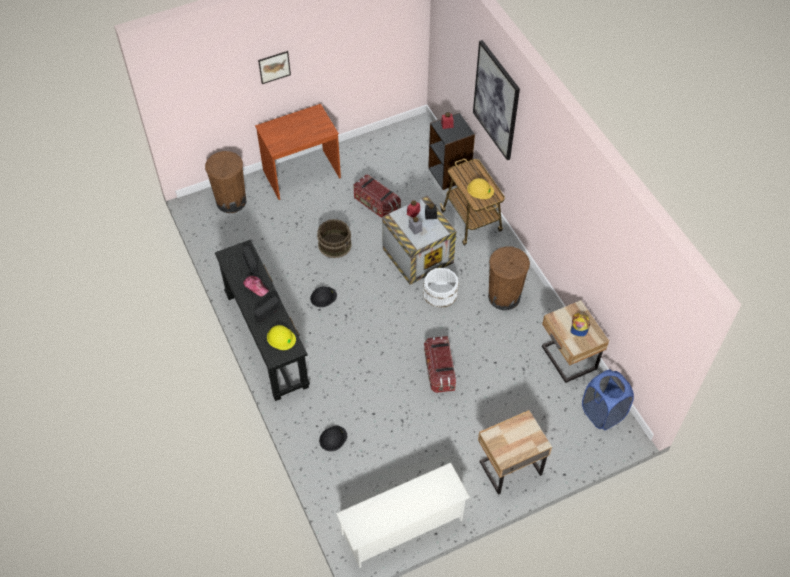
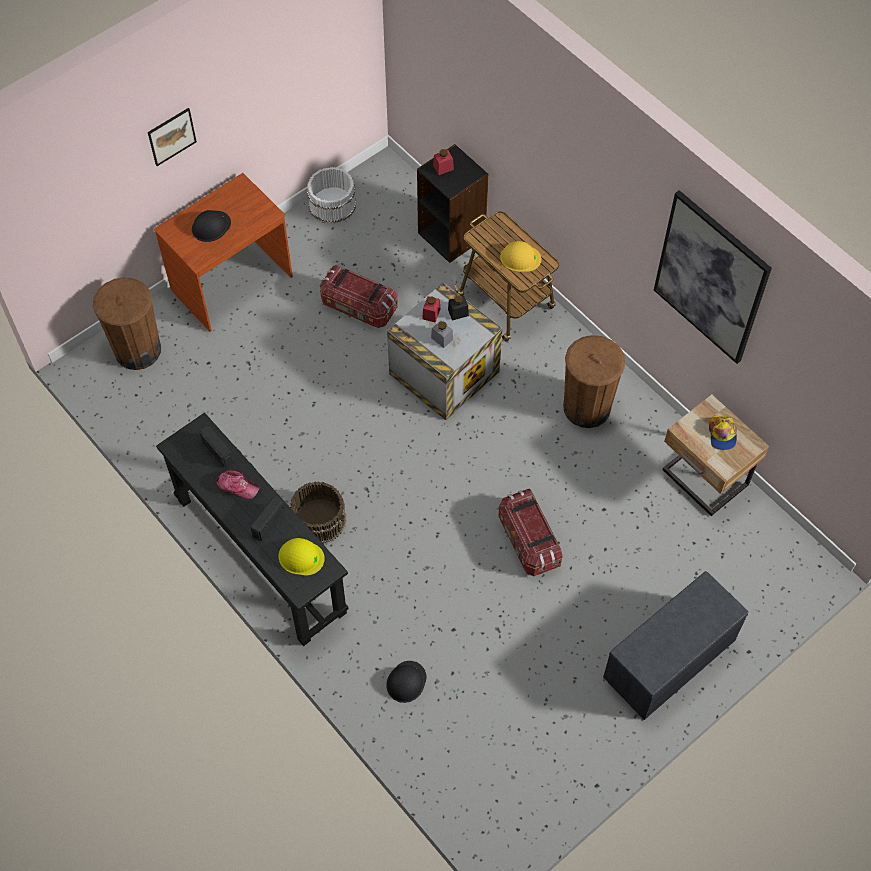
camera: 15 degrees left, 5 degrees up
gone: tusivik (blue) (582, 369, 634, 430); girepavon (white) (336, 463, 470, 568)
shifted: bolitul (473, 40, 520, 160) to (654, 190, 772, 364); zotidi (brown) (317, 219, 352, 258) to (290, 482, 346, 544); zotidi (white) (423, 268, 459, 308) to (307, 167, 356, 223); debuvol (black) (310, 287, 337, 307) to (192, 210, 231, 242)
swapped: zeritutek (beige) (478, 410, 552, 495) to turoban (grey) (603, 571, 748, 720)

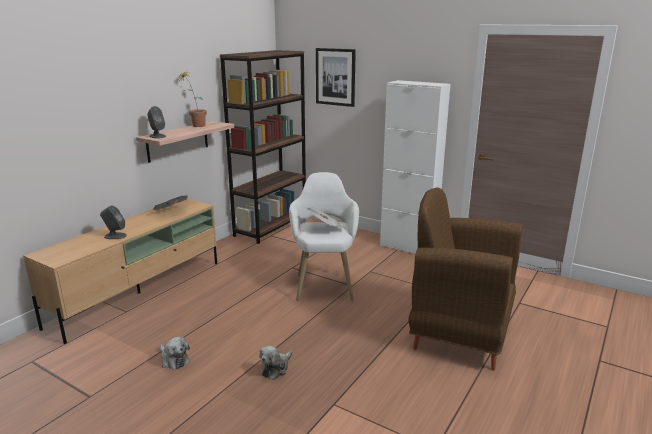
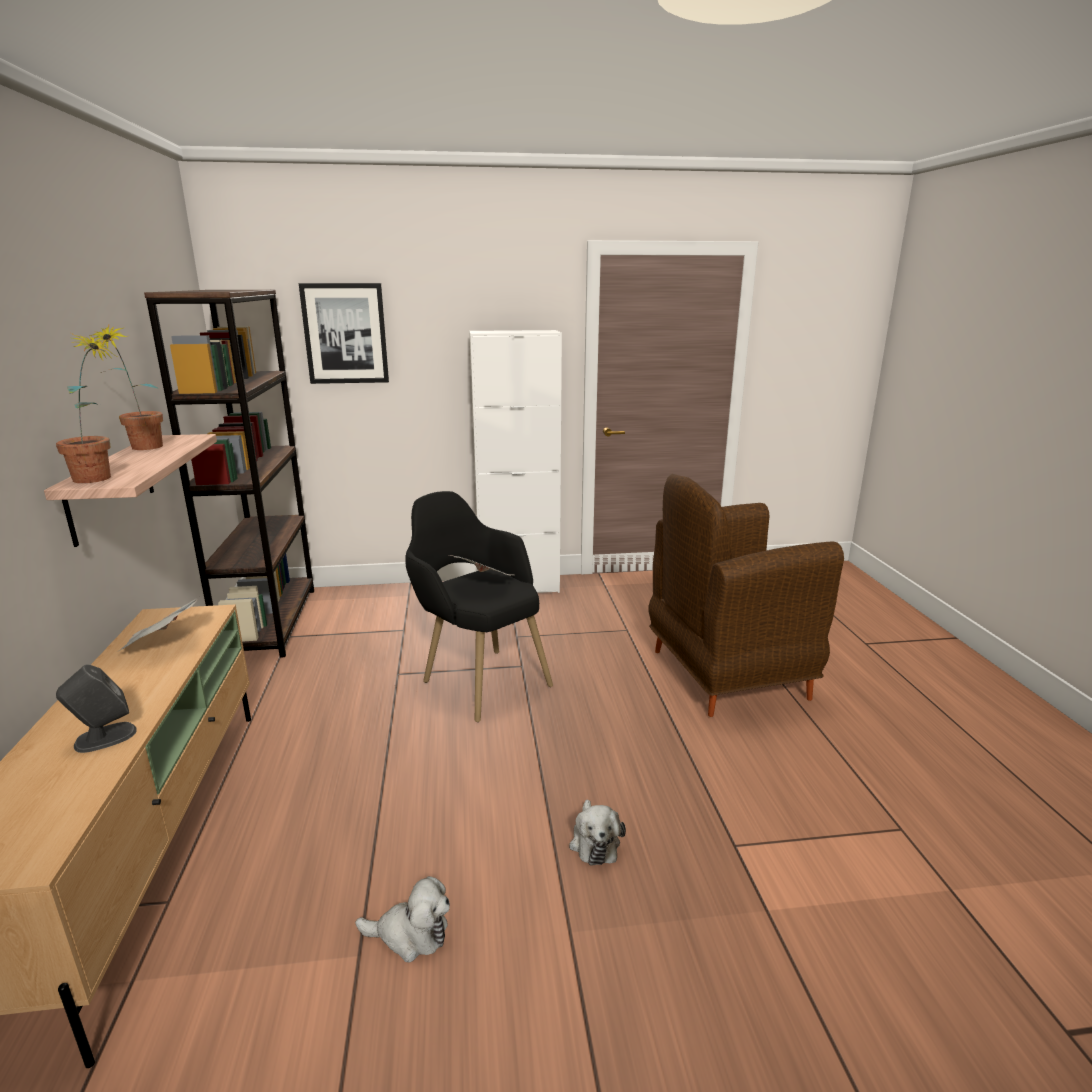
camera: 40 degrees left, 0 degrees up
swapped: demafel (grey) (147, 106, 166, 139) to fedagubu (56, 333, 117, 483)
repainted: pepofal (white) (289, 172, 359, 301) to pepofal (black) (405, 491, 553, 722)

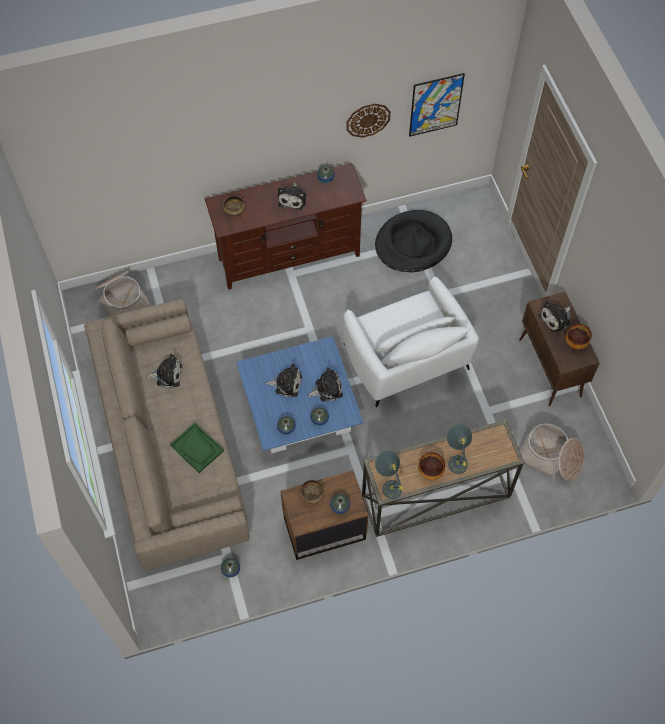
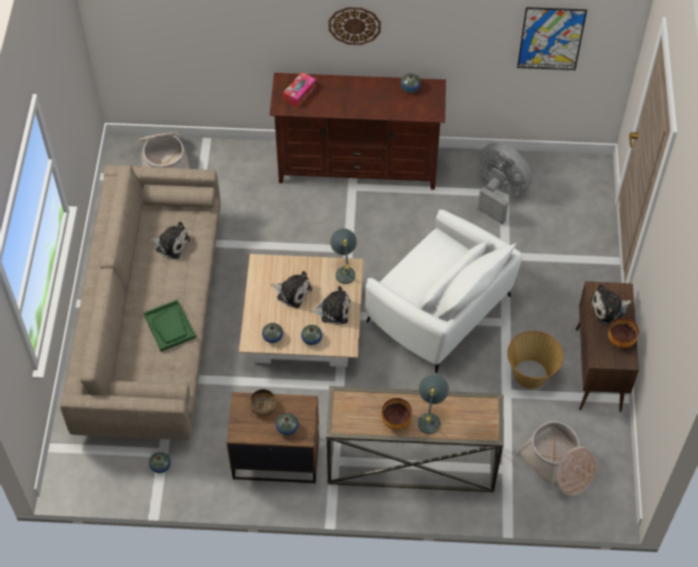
camera: 20 degrees right, 5 degrees down
gone: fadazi (278, 182, 306, 210)
new: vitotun (507, 331, 564, 389)
shifted: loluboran (346, 104, 391, 138) to (329, 7, 381, 45); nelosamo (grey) (375, 450, 403, 499) to (330, 228, 357, 284)
swapped: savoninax (223, 196, 245, 216) to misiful (283, 72, 316, 108); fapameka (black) (375, 210, 452, 272) to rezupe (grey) (478, 143, 532, 225)
repainted: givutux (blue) (237, 336, 364, 453) to givutux (beige) (239, 254, 363, 367)
rotated: pepofal (white) (343, 276, 479, 407) = (365, 209, 523, 373) 45 degrees counterclockwise

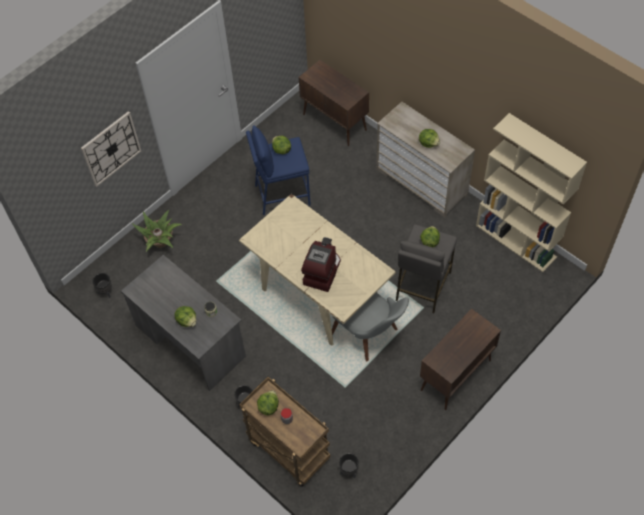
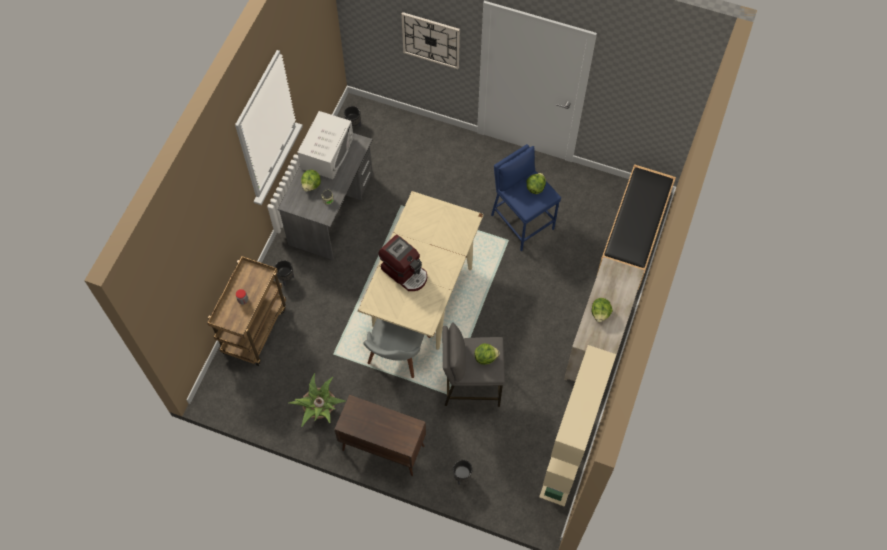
camera: 65 degrees right, 5 degrees up
gone: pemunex (257, 390, 279, 415)
new: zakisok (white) (297, 111, 354, 179)
shifted: fedagubu (132, 210, 182, 252) to (288, 373, 346, 427); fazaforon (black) (339, 453, 359, 478) to (453, 460, 473, 485)
swapped: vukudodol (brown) (298, 60, 369, 146) to turoban (black) (597, 164, 676, 290)
rotated: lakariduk (301, 237, 341, 292) = (378, 234, 427, 291) 45 degrees clockwise

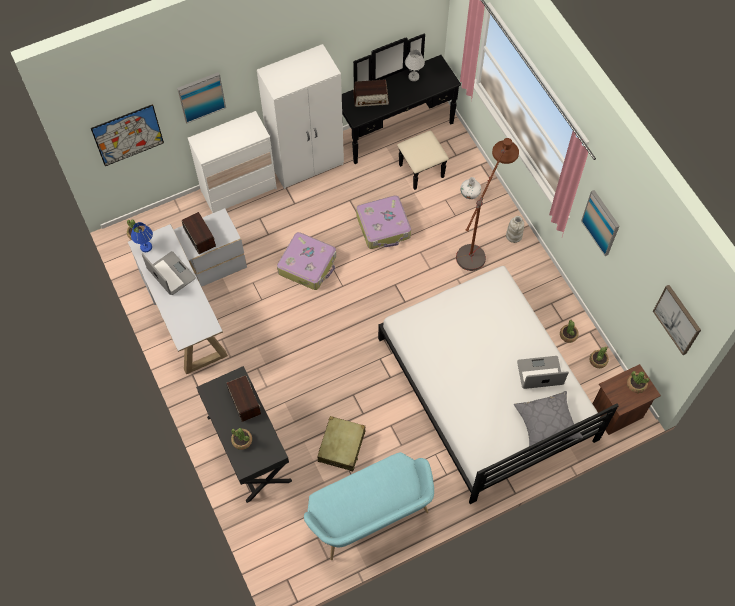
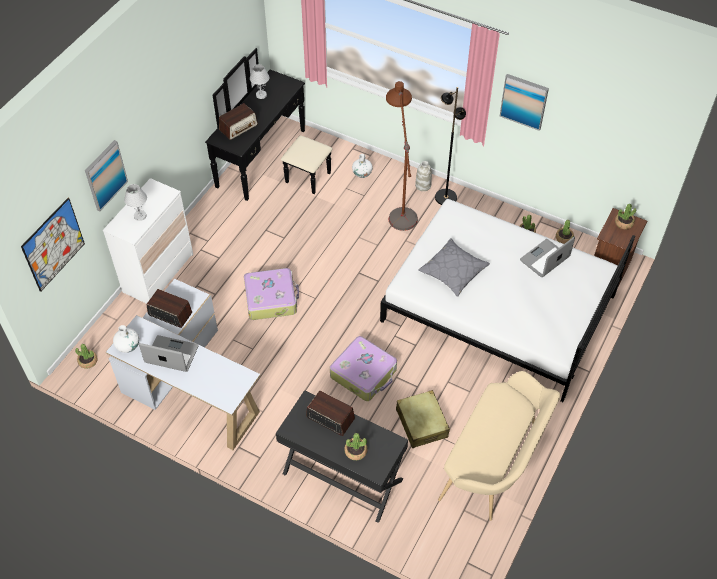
camera: 35 degrees left, 10 degrees down
gone: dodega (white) (257, 44, 344, 189); bolitul (653, 285, 701, 355)
new: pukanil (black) (435, 87, 466, 205); nelosamo (white) (124, 184, 147, 221)
shifted: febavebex (356, 195, 411, 249) to (330, 336, 397, 401); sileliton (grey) (514, 391, 583, 451) to (418, 238, 490, 297)
swapped: nelosamo (blue) (131, 222, 153, 252) to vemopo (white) (113, 325, 139, 353)
repainted: turoban (turquoise) (304, 452, 434, 560) to turoban (beige) (438, 371, 560, 521)

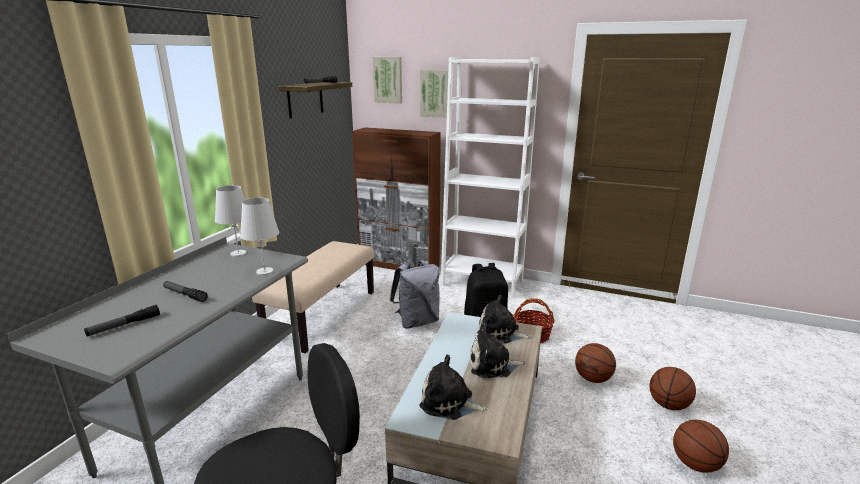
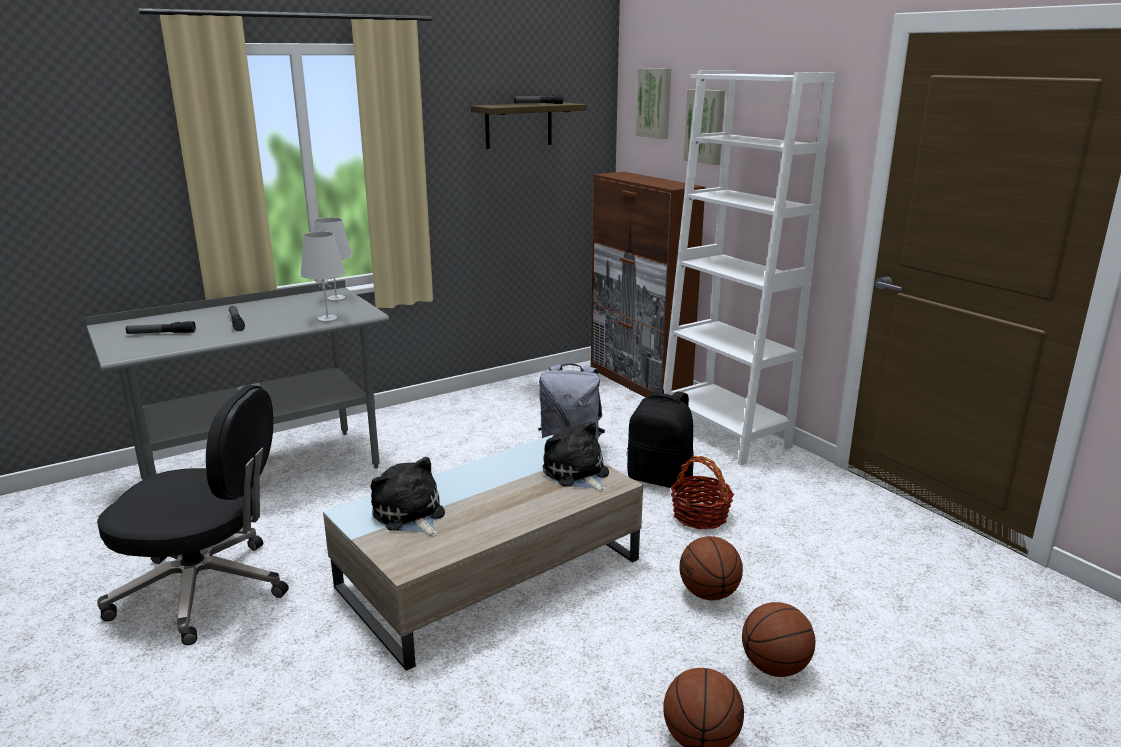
camera: 35 degrees right, 0 degrees up
gone: turoban (beige) (252, 241, 374, 353); fadazi (470, 324, 526, 378)

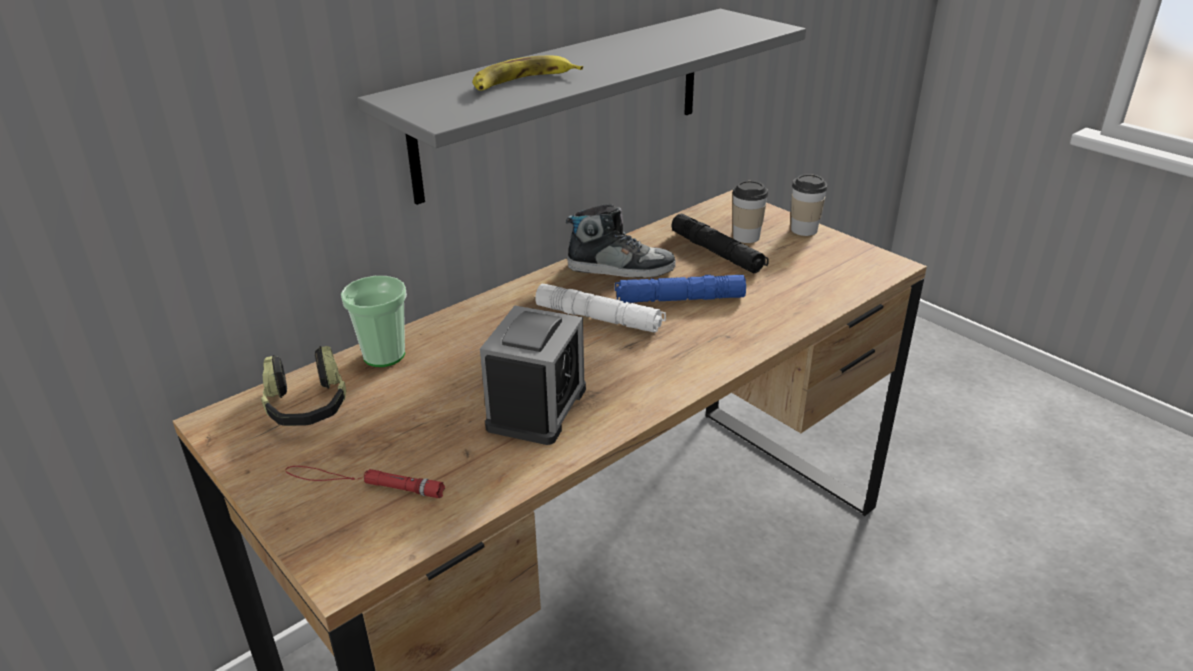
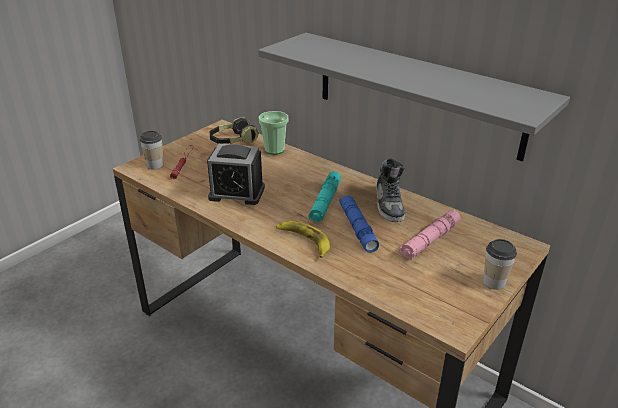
camera: 80 degrees right, 0 degrees up
shifted: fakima (472, 56, 583, 91) to (276, 221, 330, 258); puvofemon (733, 181, 768, 243) to (140, 131, 163, 169)
repainted: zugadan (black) (671, 213, 769, 274) to zugadan (pink) (399, 210, 460, 259); zugadan (white) (535, 284, 666, 333) to zugadan (turquoise) (309, 171, 341, 222)

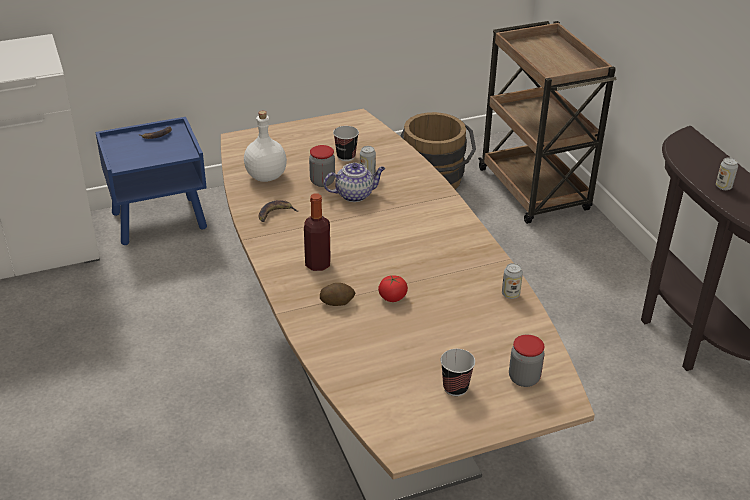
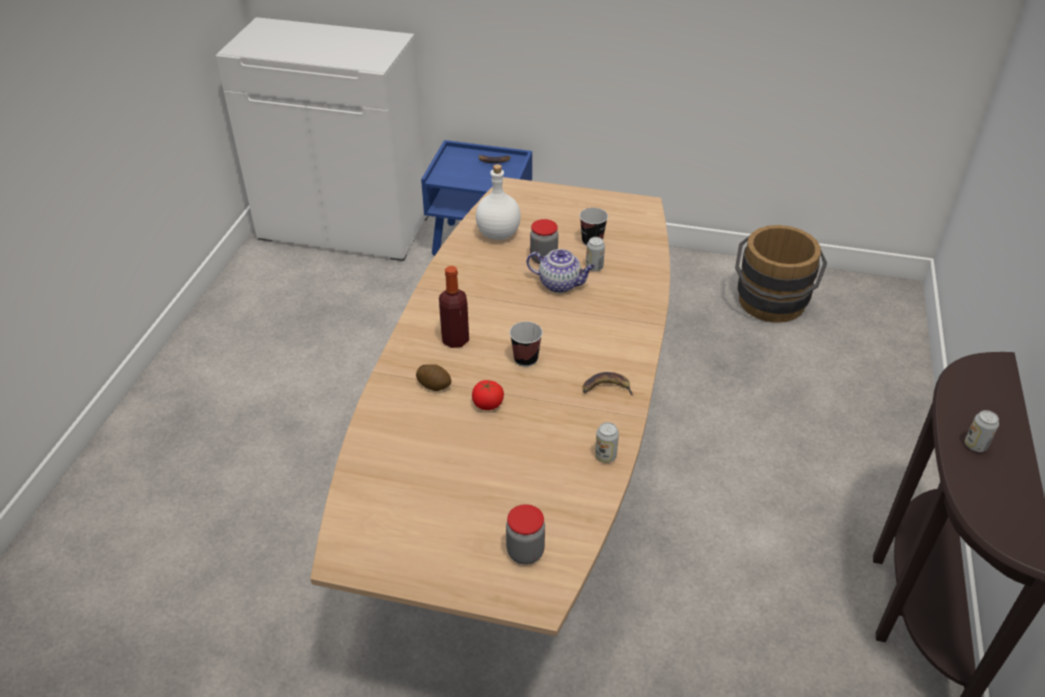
camera: 35 degrees right, 5 degrees up
gone: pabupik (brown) (478, 21, 616, 224)
shifted: fakima (259, 200, 297, 222) to (582, 372, 634, 396); puvofemon (441, 349, 475, 396) to (509, 321, 543, 367)

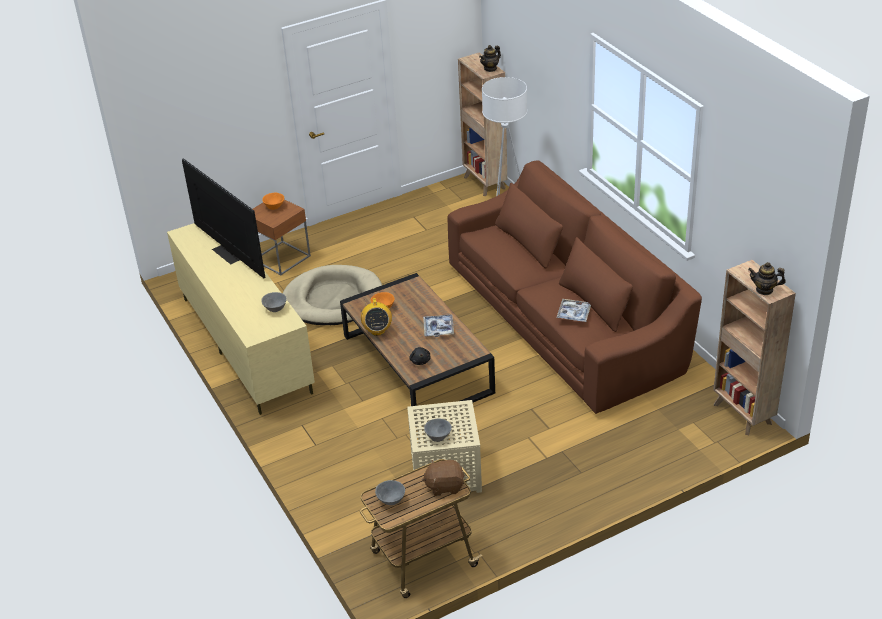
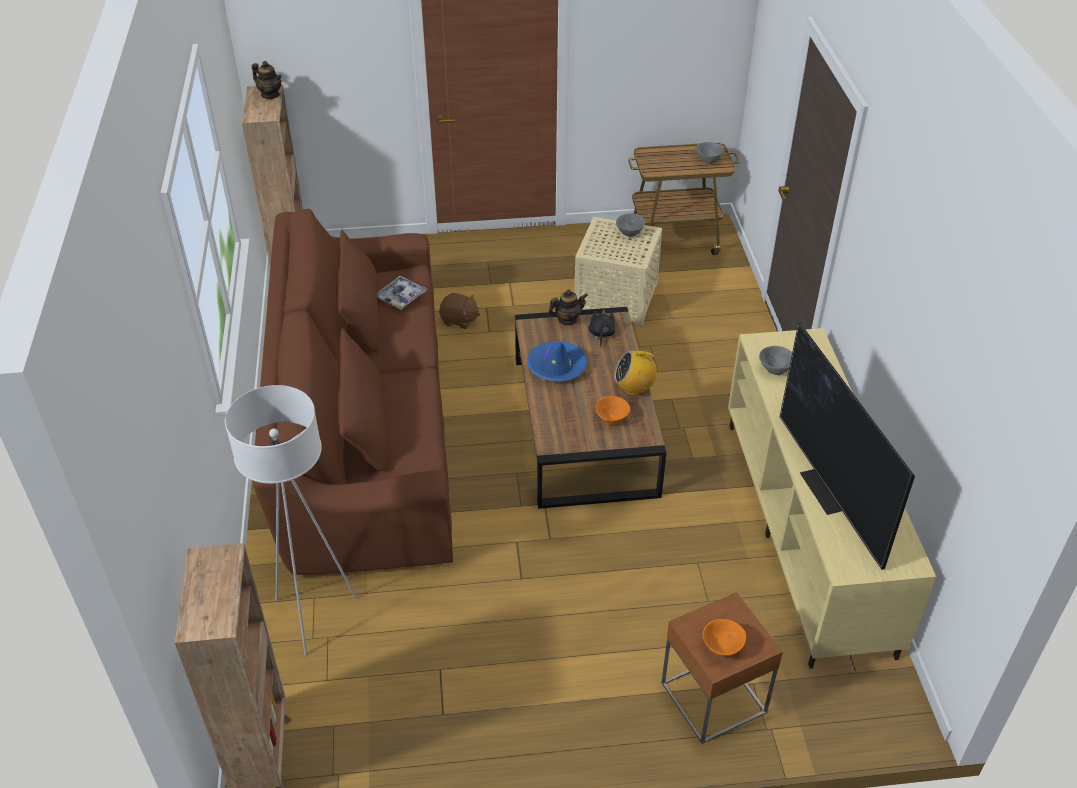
camera: 160 degrees left, 5 degrees up
gone: fapameka (beige) (283, 265, 382, 325)
shifted: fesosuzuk (479, 45, 501, 72) to (548, 289, 588, 325); fadazi (brown) (422, 459, 465, 496) to (439, 293, 480, 329)
swapped: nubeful (423, 314, 454, 337) to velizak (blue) (527, 341, 588, 382)
rotated: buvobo (361, 298, 392, 336) = (614, 350, 658, 396) 105 degrees counterclockwise

